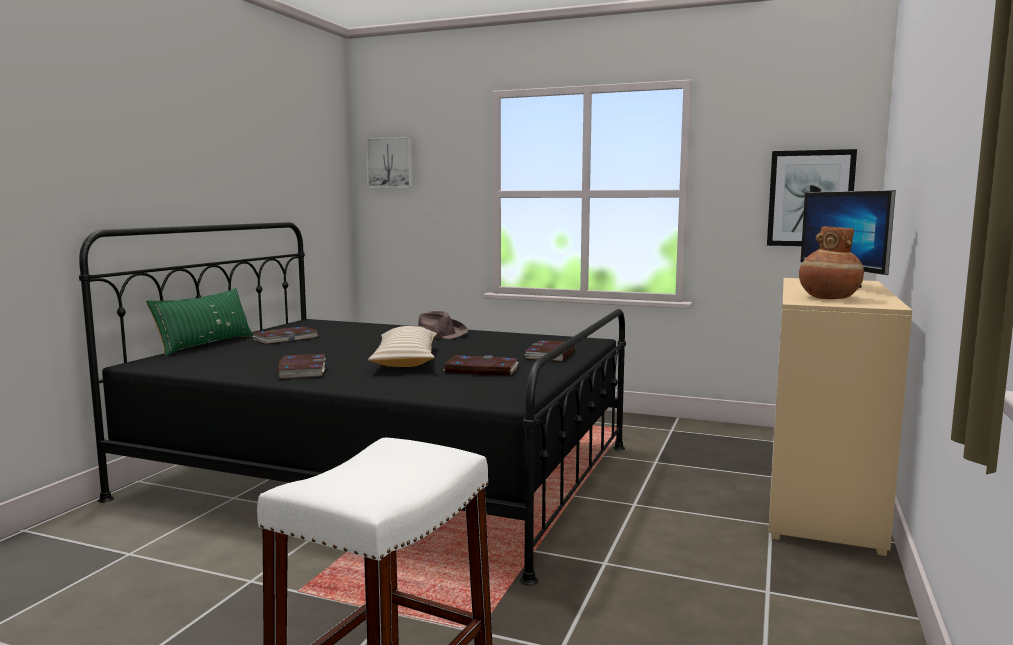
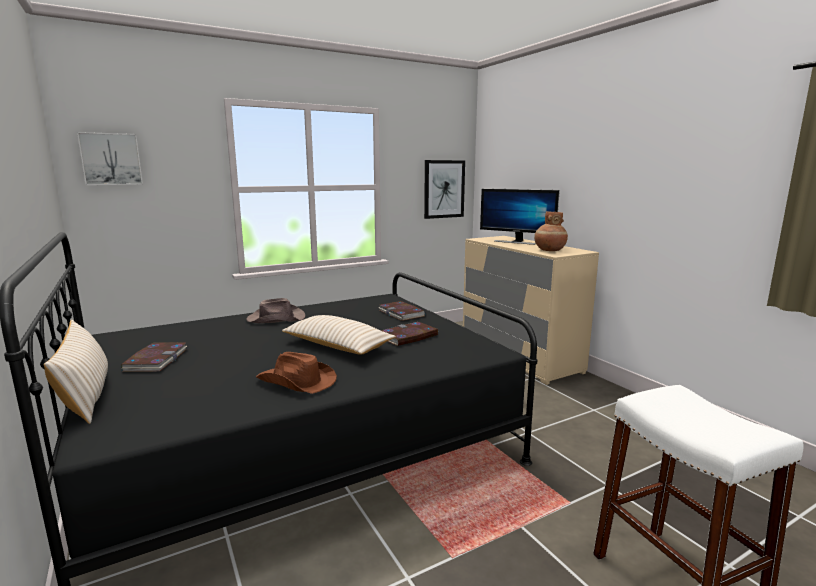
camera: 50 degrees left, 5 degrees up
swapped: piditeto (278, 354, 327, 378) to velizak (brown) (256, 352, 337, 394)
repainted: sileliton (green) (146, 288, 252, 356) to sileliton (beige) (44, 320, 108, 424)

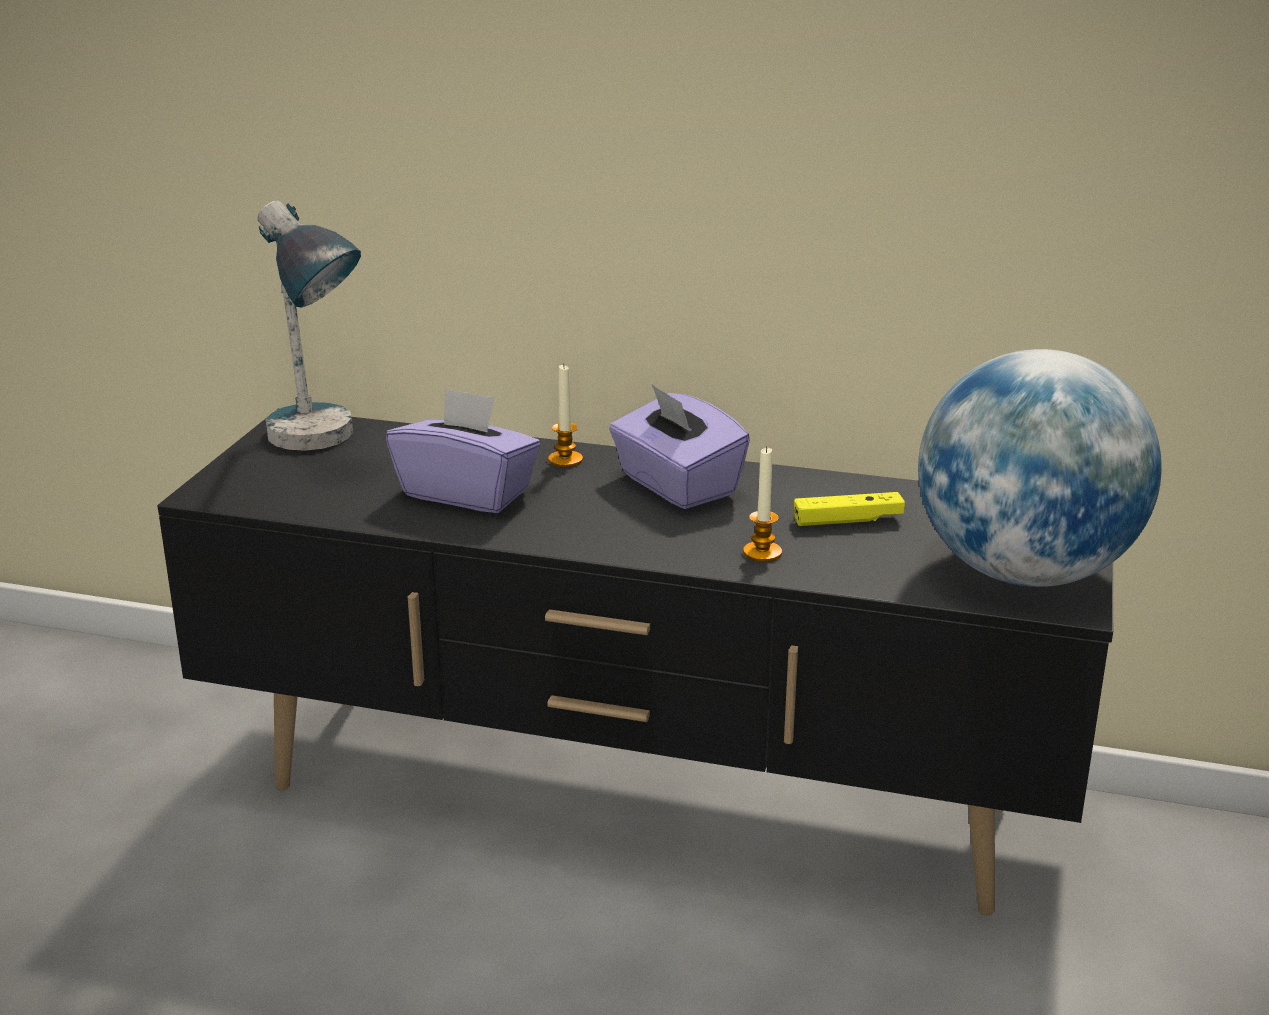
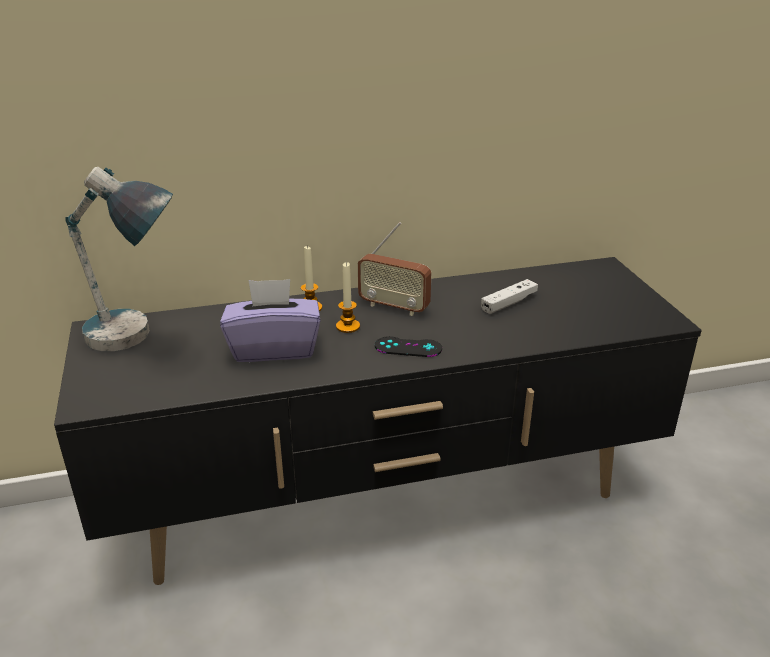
camera: 30 degrees left, 5 degrees up
gone: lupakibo (918, 349, 1162, 587)
new: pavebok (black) (375, 336, 442, 357)
shifted: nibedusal (743, 446, 782, 562) to (336, 262, 360, 333)
swapped: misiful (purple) (609, 383, 750, 509) to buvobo (358, 222, 431, 316)
repainted: pavebok (yellow) (794, 492, 905, 526) to pavebok (white) (481, 279, 538, 314)

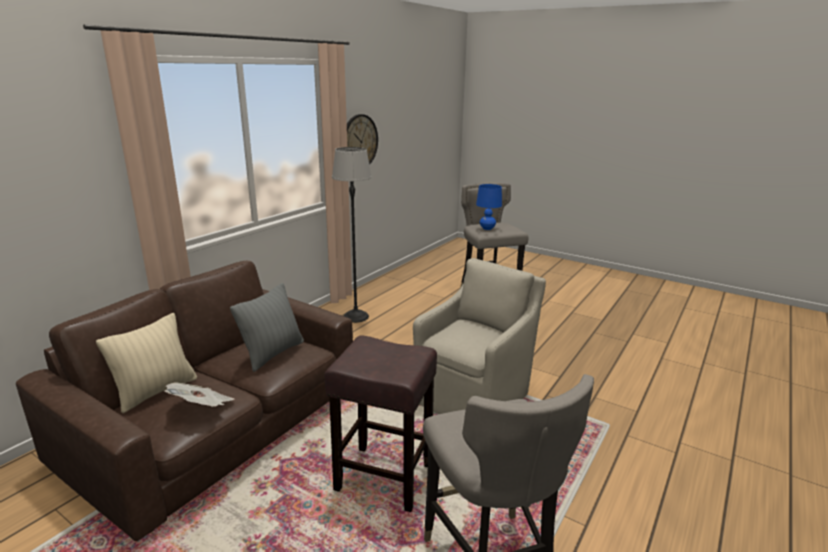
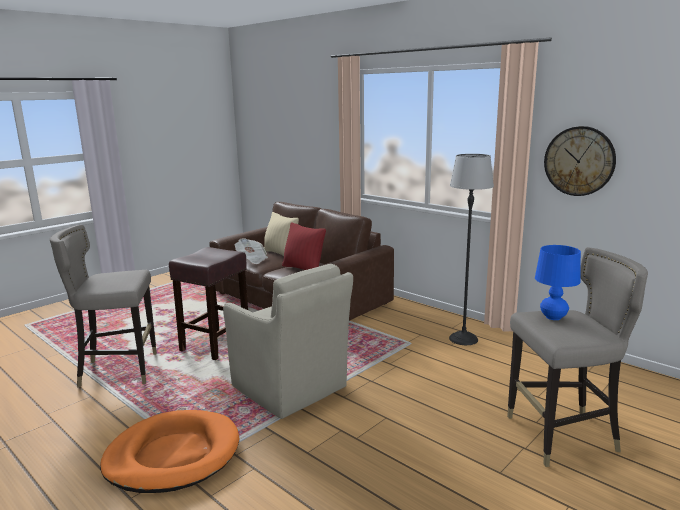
camera: 100 degrees right, 5 degrees down
new: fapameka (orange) (100, 410, 239, 493)
repainted: sileliton (grey) (230, 283, 304, 372) to sileliton (red) (282, 222, 326, 270)

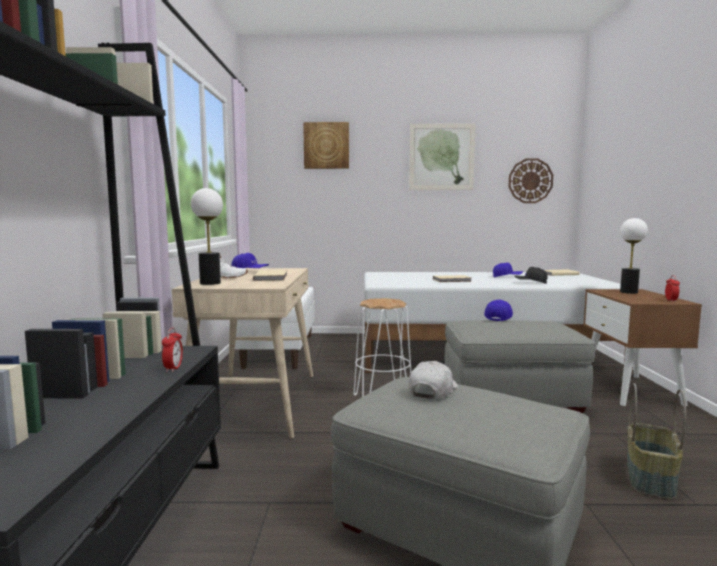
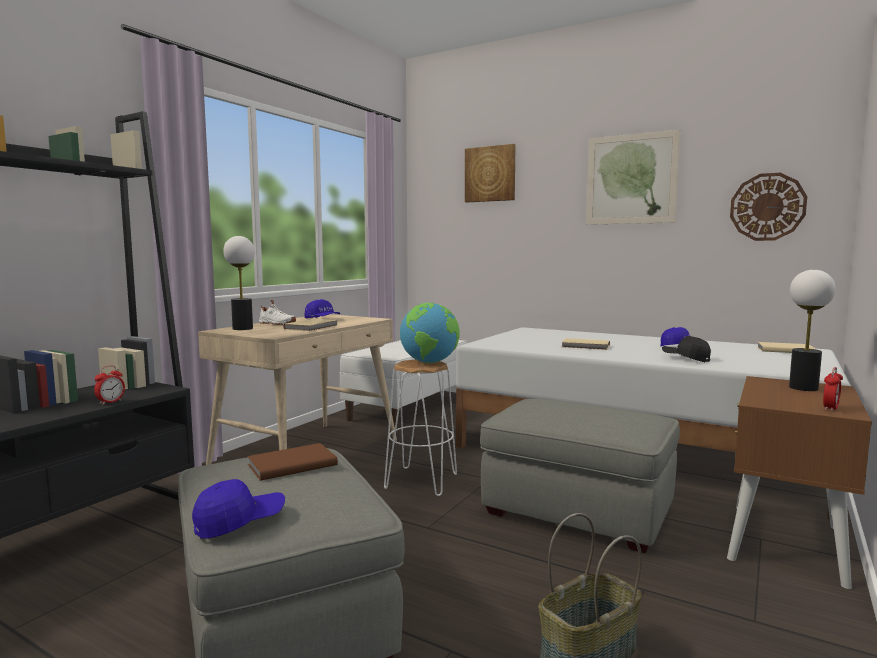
camera: 30 degrees right, 0 degrees up
new: lupakibo (400, 303, 460, 363)
shifted: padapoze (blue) (484, 299, 513, 321) to (192, 479, 285, 539)
swapped: padapoze (white) (409, 361, 458, 399) to piditeto (brown) (247, 443, 338, 481)

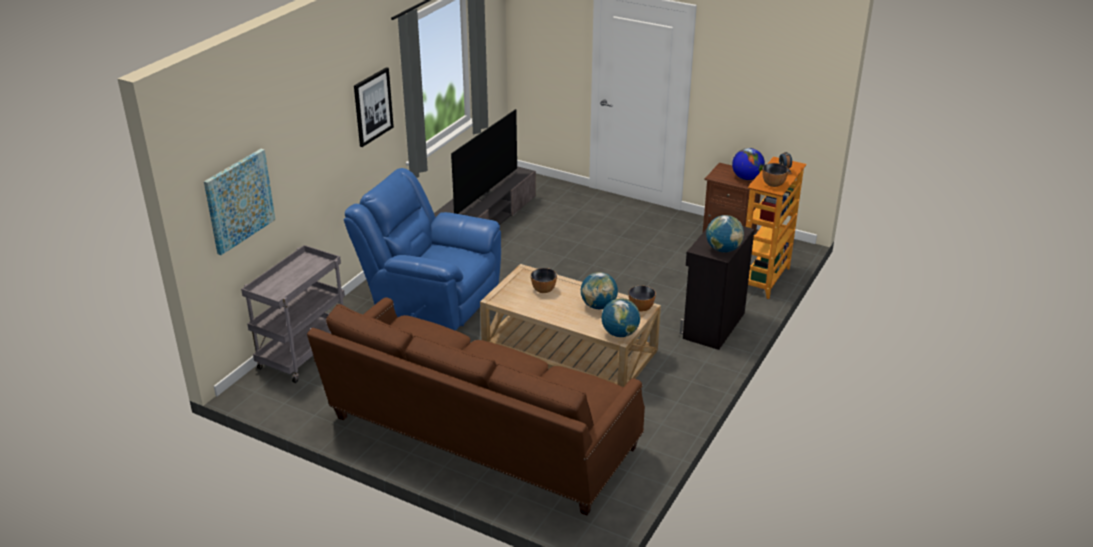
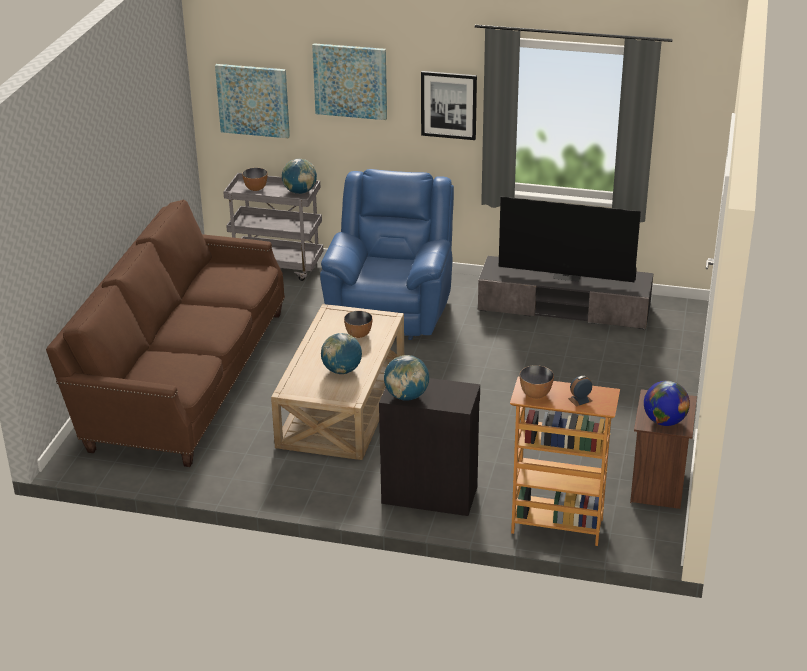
camera: 75 degrees right, 0 degrees up
new: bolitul (312, 43, 387, 120)
shifted: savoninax (629, 286, 656, 312) to (242, 168, 267, 191); lupakibo (602, 298, 640, 337) to (282, 159, 317, 194)

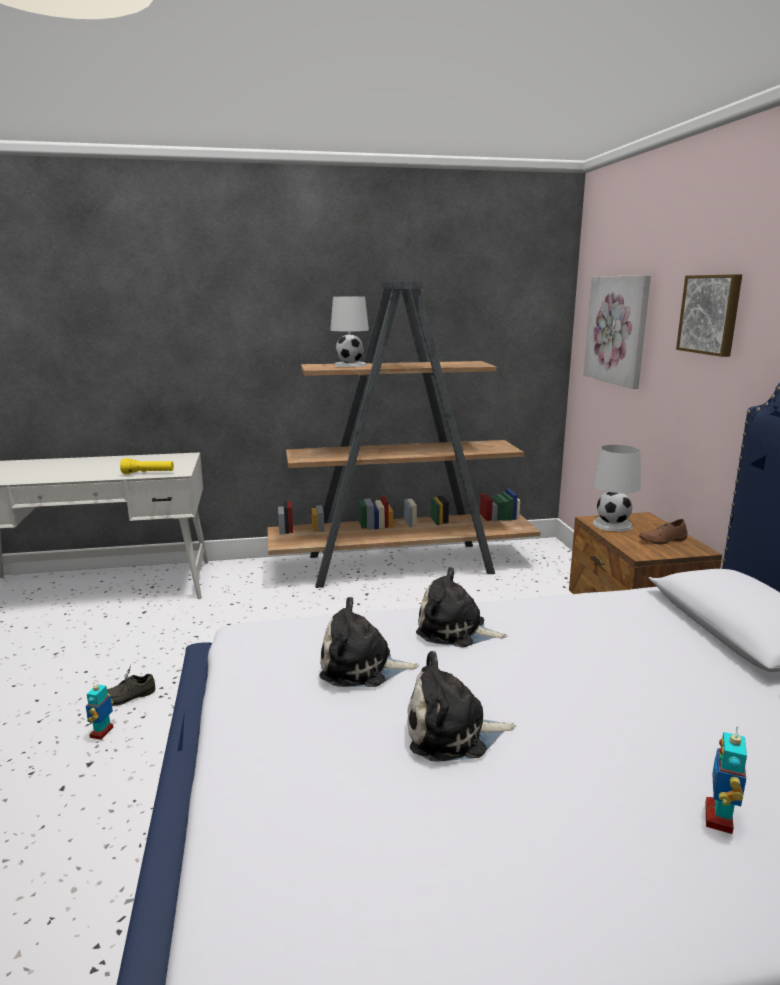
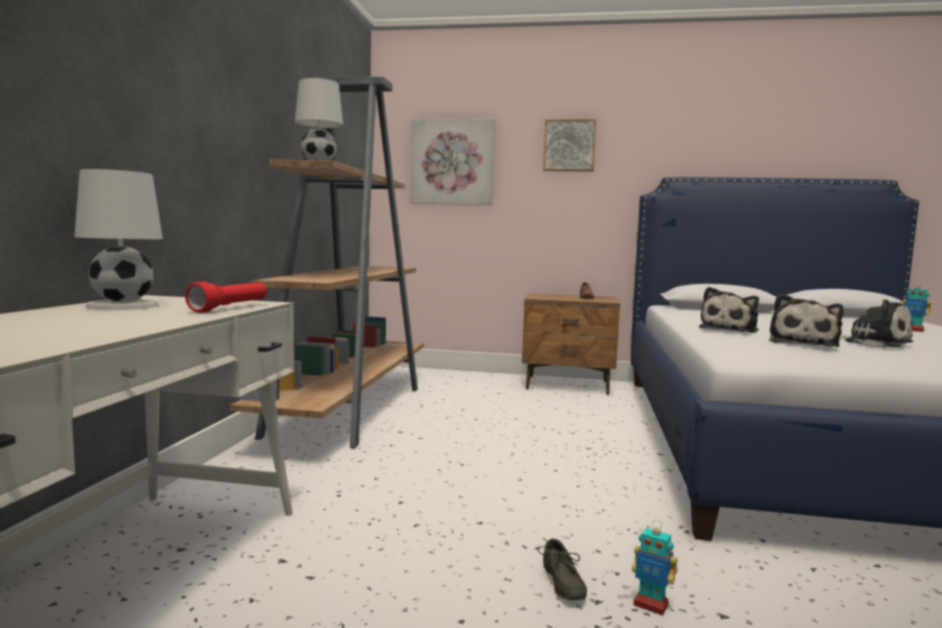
camera: 70 degrees left, 10 degrees down
shifted: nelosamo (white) (593, 445, 641, 532) to (74, 169, 163, 310)
repainted: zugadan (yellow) (120, 458, 174, 474) to zugadan (red) (185, 281, 267, 313)
rotated: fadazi (408, 651, 516, 762) = (839, 299, 913, 348) 60 degrees counterclockwise

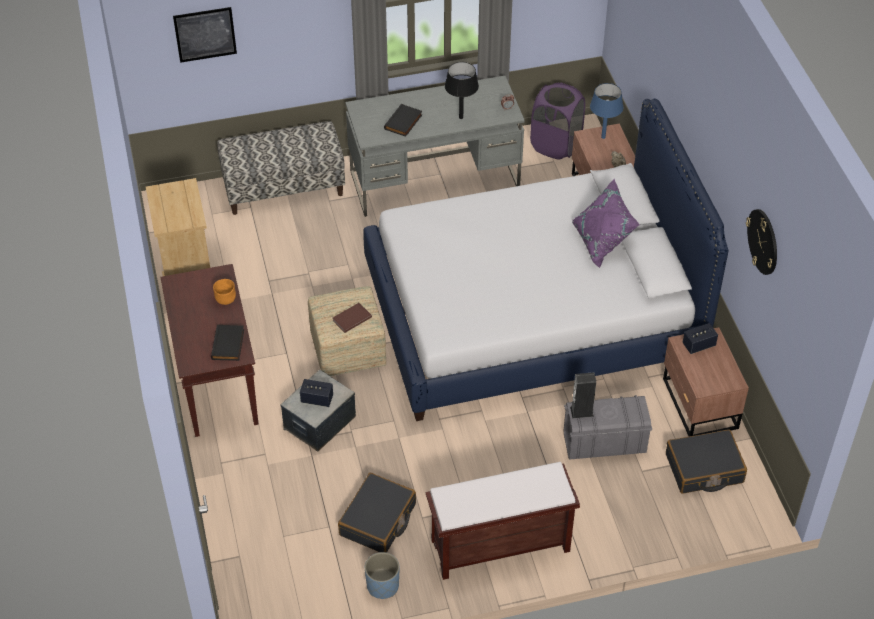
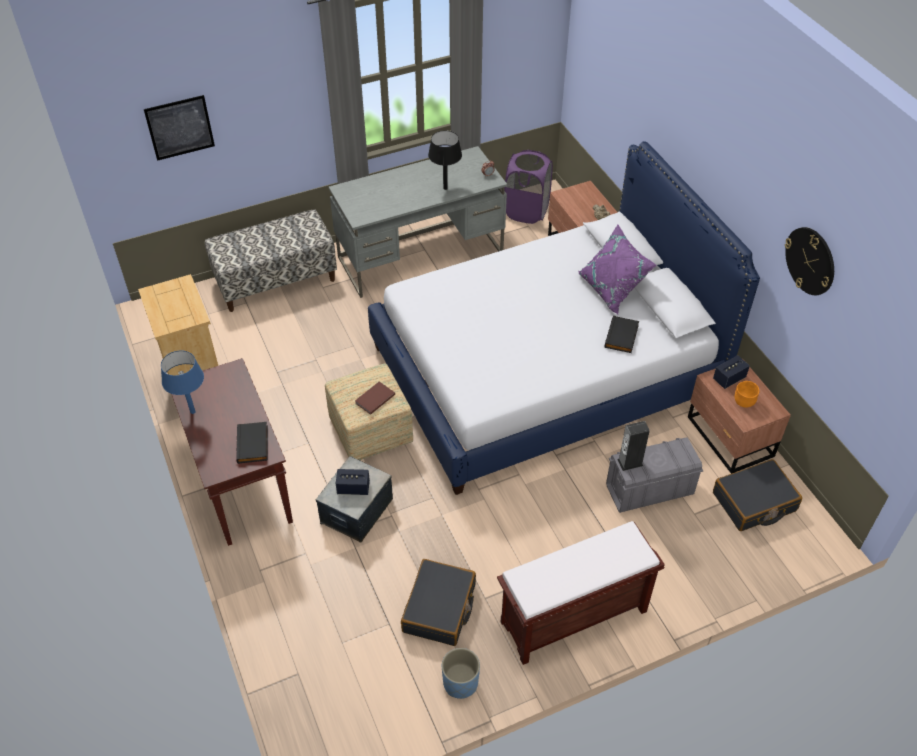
camera: 10 degrees left, 0 degrees up
shifted: nelosamo (blue) (590, 83, 623, 139) to (161, 350, 204, 414); piditeto (black) (384, 104, 422, 137) to (605, 316, 639, 353); savoninax (orange) (213, 279, 236, 305) to (735, 381, 759, 407)

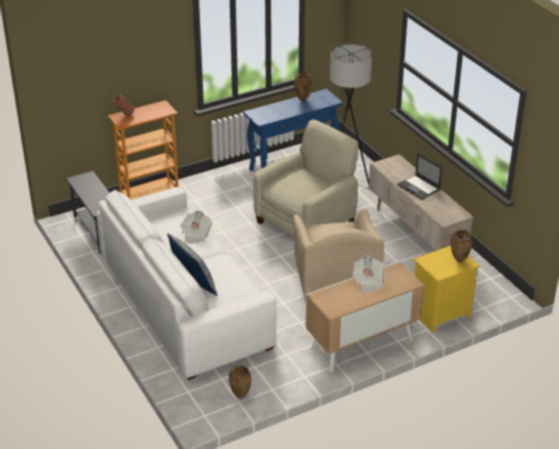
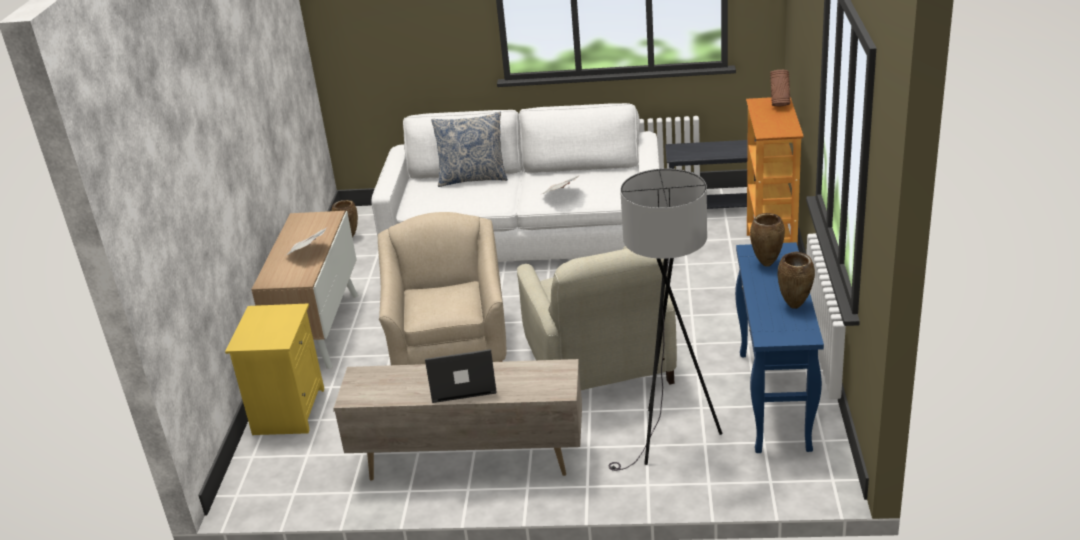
camera: 125 degrees right, 5 degrees down
shifted: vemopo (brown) (451, 230, 473, 262) to (750, 213, 785, 267)
rotated: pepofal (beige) (293, 209, 384, 302) = (378, 212, 506, 365) 60 degrees clockwise

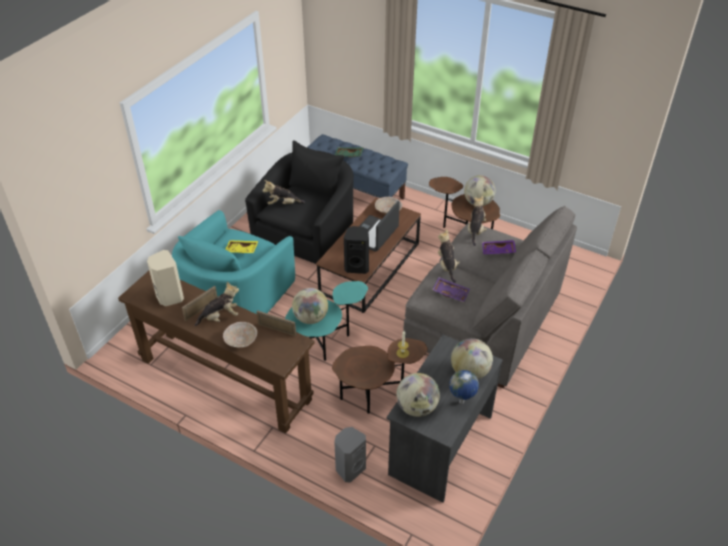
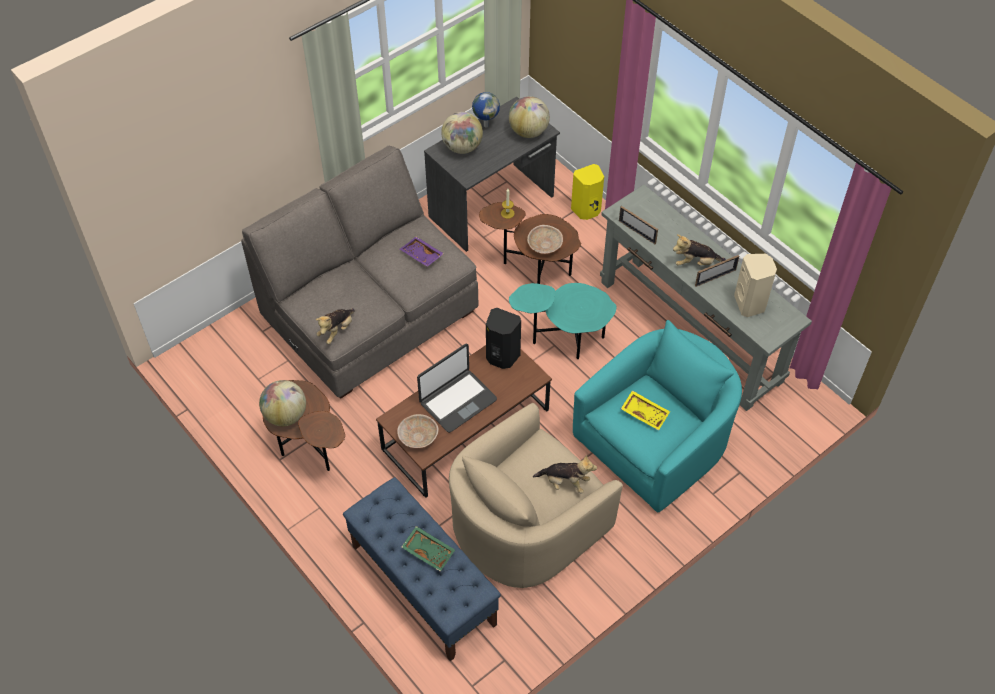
camera: 160 degrees left, 10 degrees up
gone: fadazi (438, 229, 460, 283); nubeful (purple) (482, 240, 516, 254); lupakibo (292, 288, 328, 324)
shifted: savoninax (beige) (223, 322, 257, 348) to (527, 225, 563, 254)
repainted: pepofal (black) (245, 140, 354, 264) to pepofal (beige) (449, 403, 623, 588); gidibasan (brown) (118, 271, 314, 434) to gidibasan (grey) (600, 185, 812, 411); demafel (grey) (334, 427, 366, 483) to demafel (yellow) (571, 164, 604, 220)

